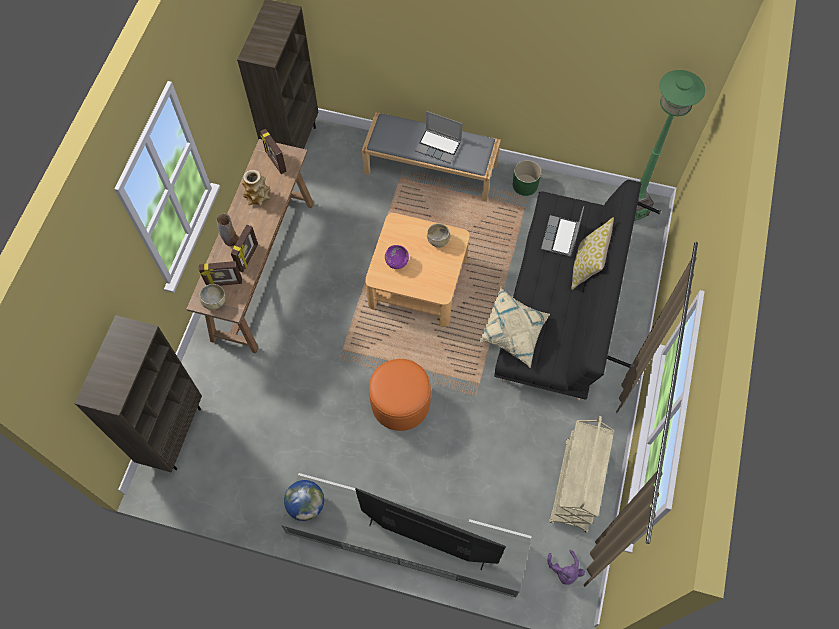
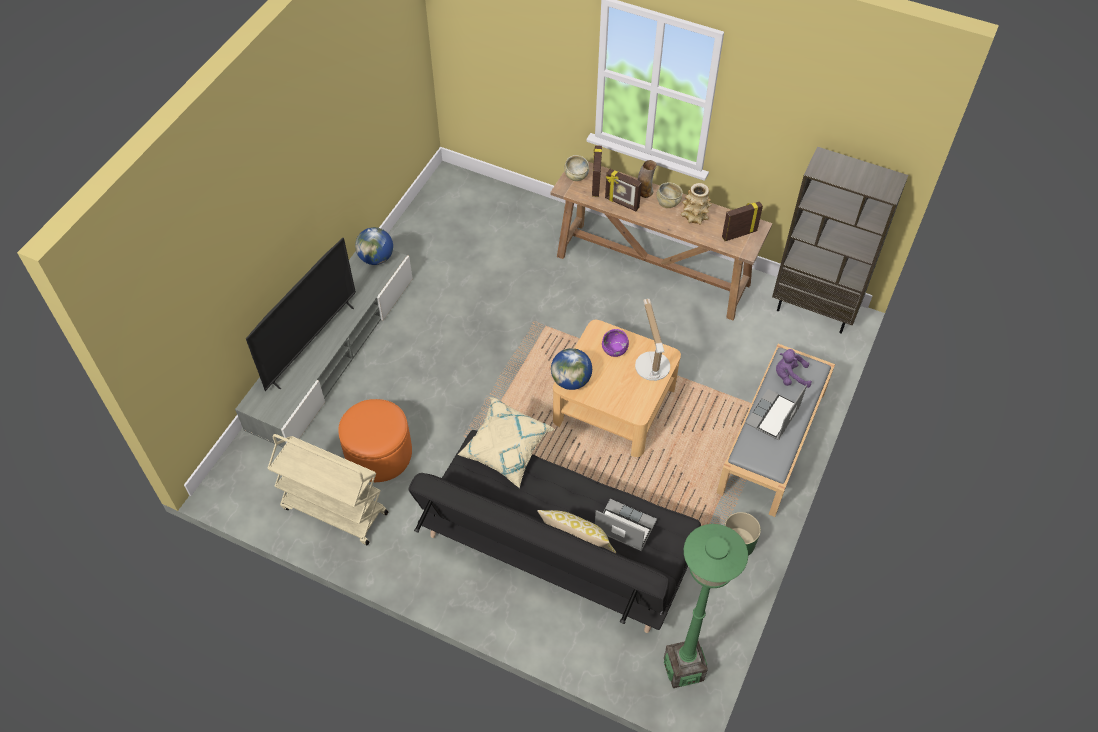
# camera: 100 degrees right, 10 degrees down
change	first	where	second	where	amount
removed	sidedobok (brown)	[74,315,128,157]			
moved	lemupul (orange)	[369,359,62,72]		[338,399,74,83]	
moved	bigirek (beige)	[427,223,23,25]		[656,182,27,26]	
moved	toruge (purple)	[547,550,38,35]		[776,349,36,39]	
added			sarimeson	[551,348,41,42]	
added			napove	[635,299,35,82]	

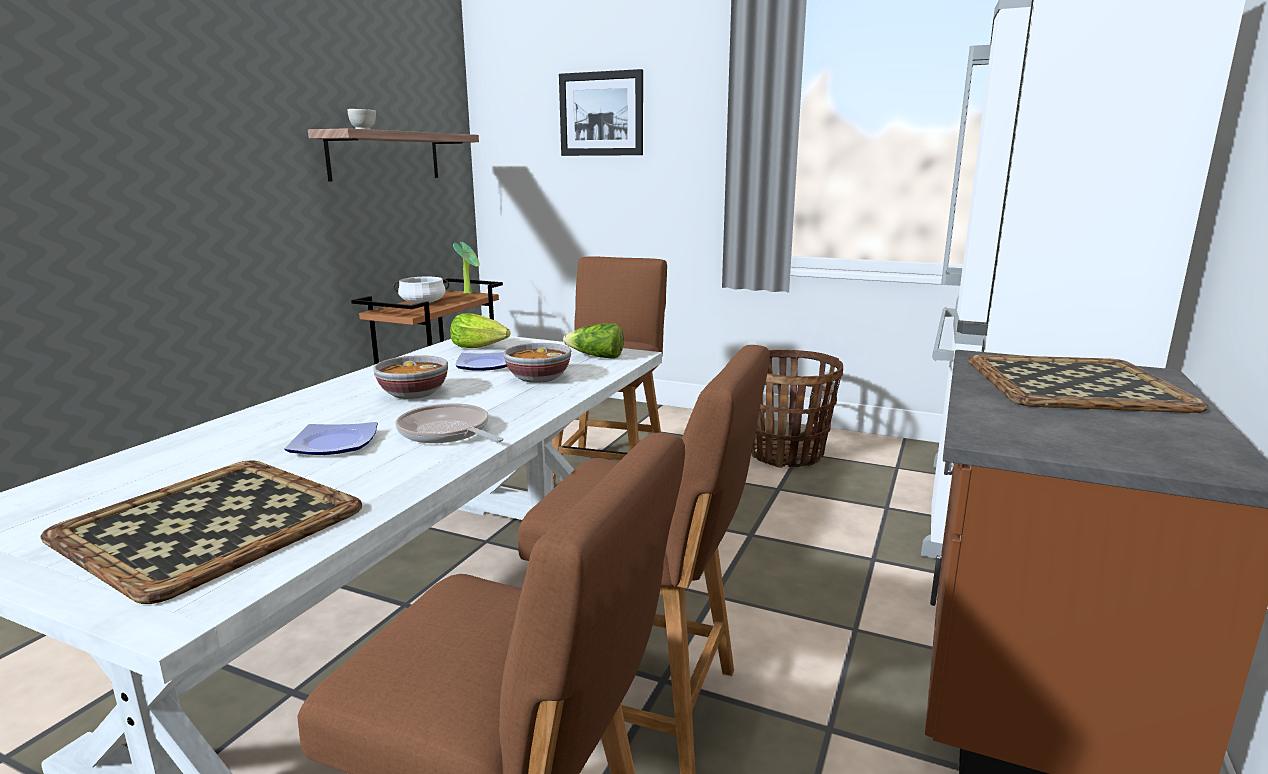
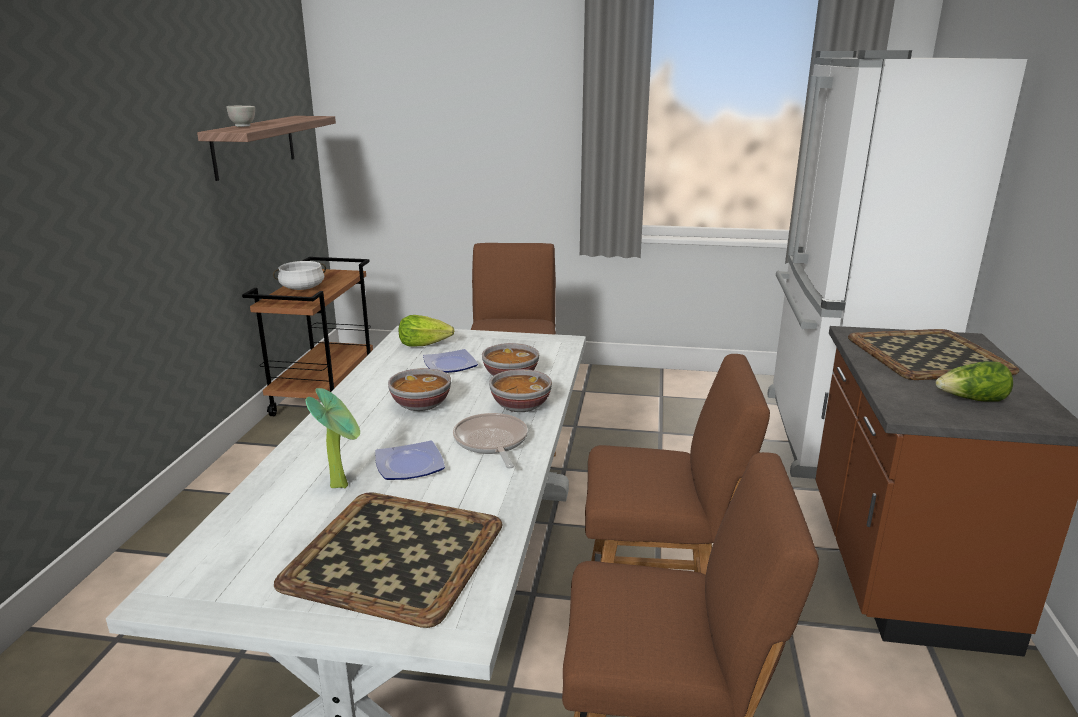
# camera: 15 degrees left, 5 degrees up
change	first	where	second	where	amount
turned	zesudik	[395,403,109,40]		[453,413,75,55]	45 degrees clockwise
moved	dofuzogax	[453,242,27,52]		[305,388,55,101]	
removed	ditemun	[559,69,84,87]			
moved	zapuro	[563,323,61,36]		[935,361,78,40]	
removed	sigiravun	[751,349,92,119]			
added			bigirek	[489,369,63,43]	

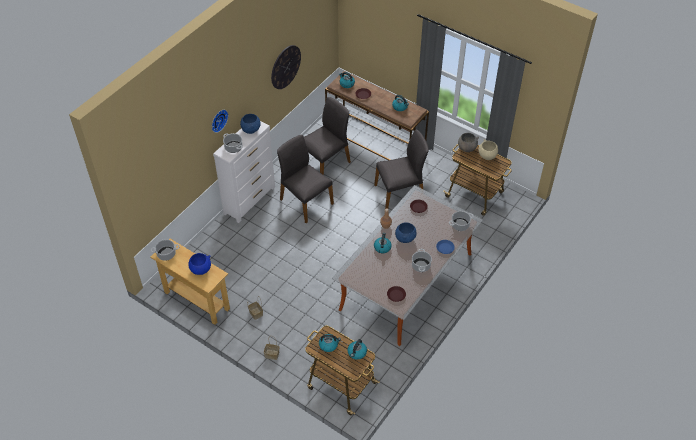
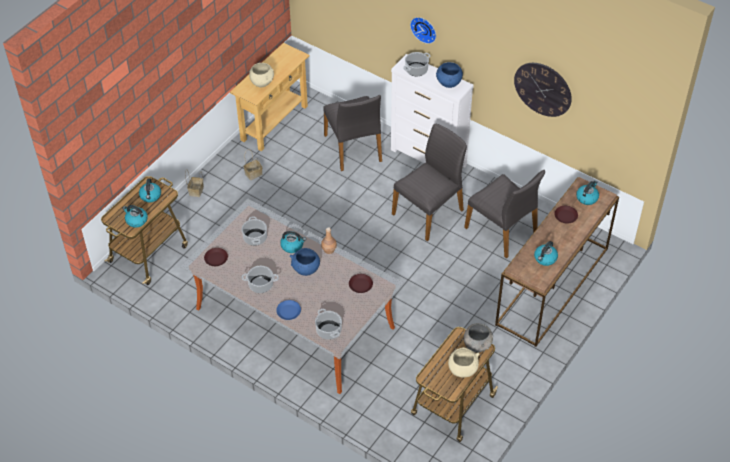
# camera: 90 degrees right, 0 degrees up
change	first	where	second	where	amount
moved	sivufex	[151,239,28,22]		[242,216,25,30]	
recoloured	bigirek (blue)	[188,253,23,22]	bigirek (beige)	[249,63,25,24]	
moved	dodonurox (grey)	[374,130,55,79]		[323,95,59,76]	

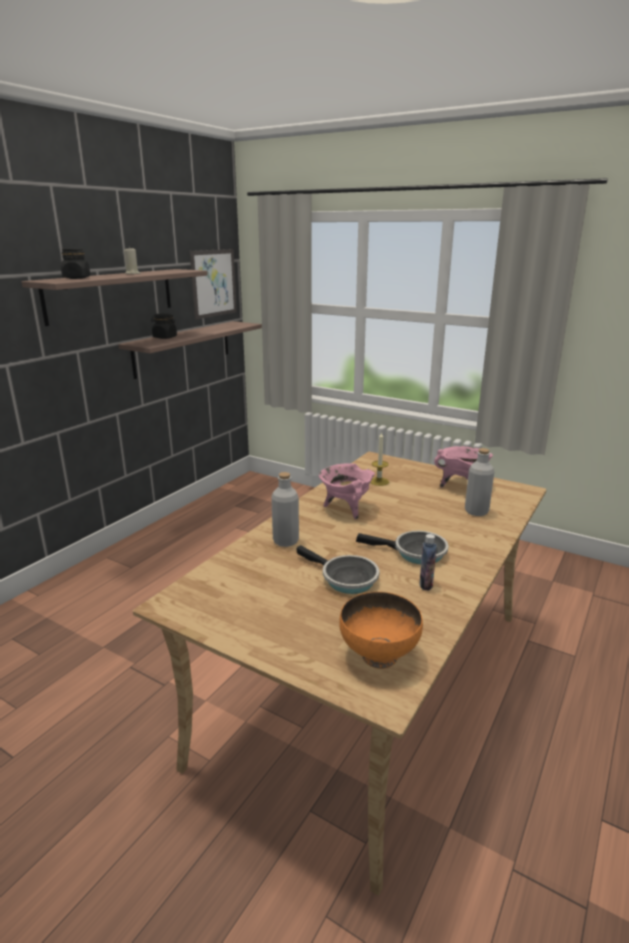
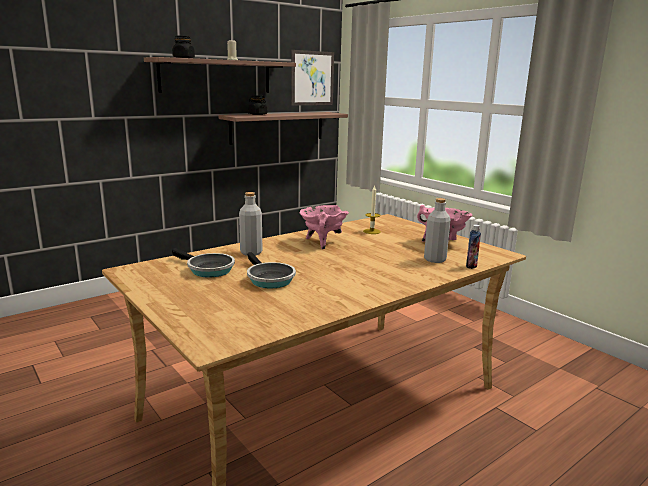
# camera: 20 degrees right, 5 degrees down
change	first	where	second	where	amount
removed	bigirek (orange)	[340,592,83,77]			
moved	zesudik	[356,531,93,33]		[172,248,63,30]	
moved	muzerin	[419,534,18,56]		[466,224,15,45]	

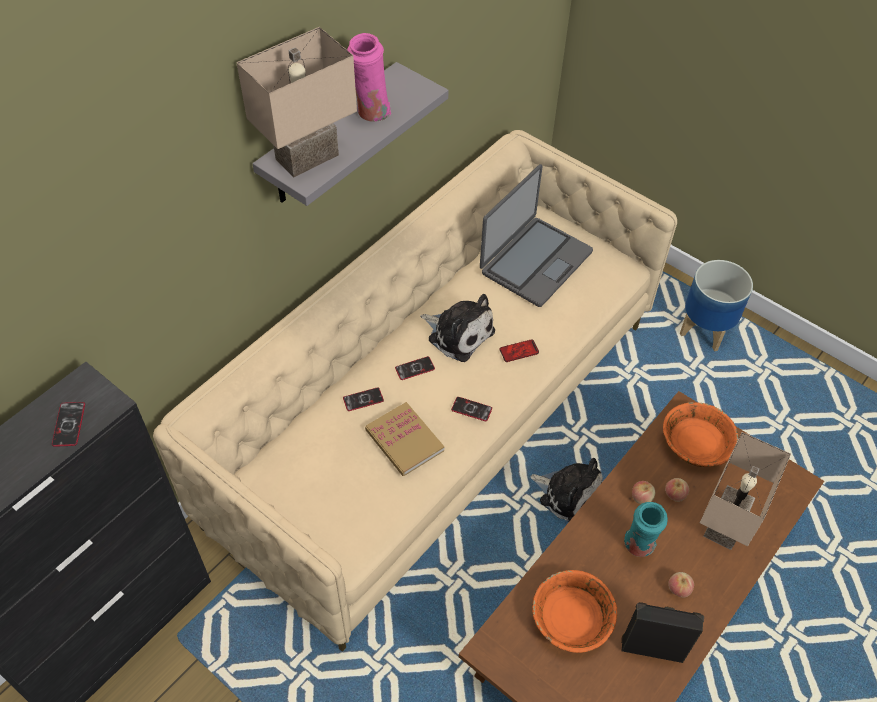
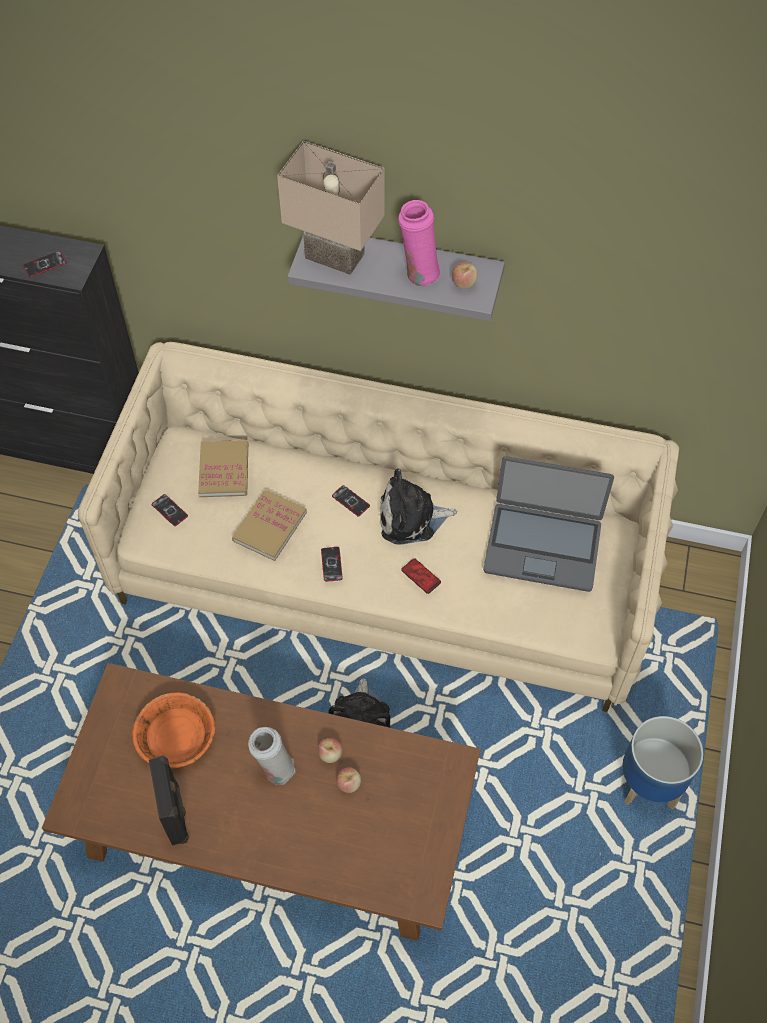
# camera: 65 degrees right, 5 degrees up
change	first	where	second	where	amount
moved	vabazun	[343,387,41,24]		[152,494,36,32]	
turned	toruge	[420,294,75,68]		[380,468,77,77]	75 degrees clockwise
recoloured	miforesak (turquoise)	[624,502,44,55]	miforesak (white)	[248,727,48,57]	
removed	bigirek (orange)	[663,402,76,65]			
moved	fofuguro	[668,572,26,26]		[452,262,26,27]	
removed	napove (beige)	[700,432,91,118]			
added			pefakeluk	[198,440,50,57]	

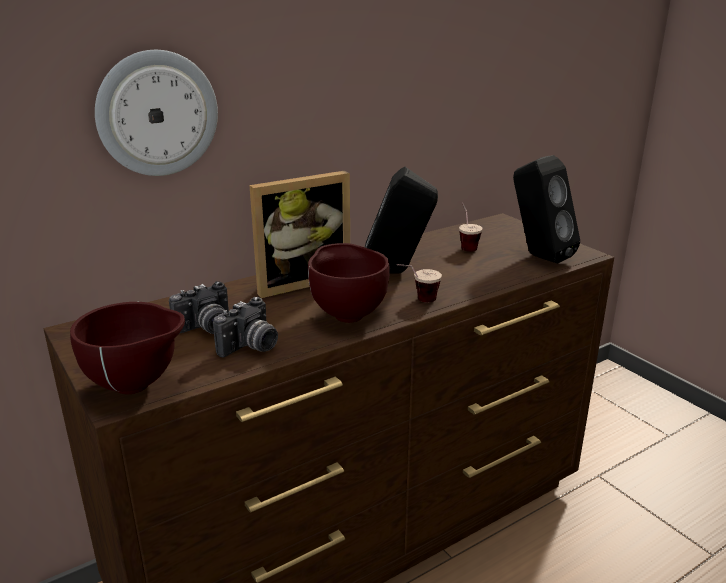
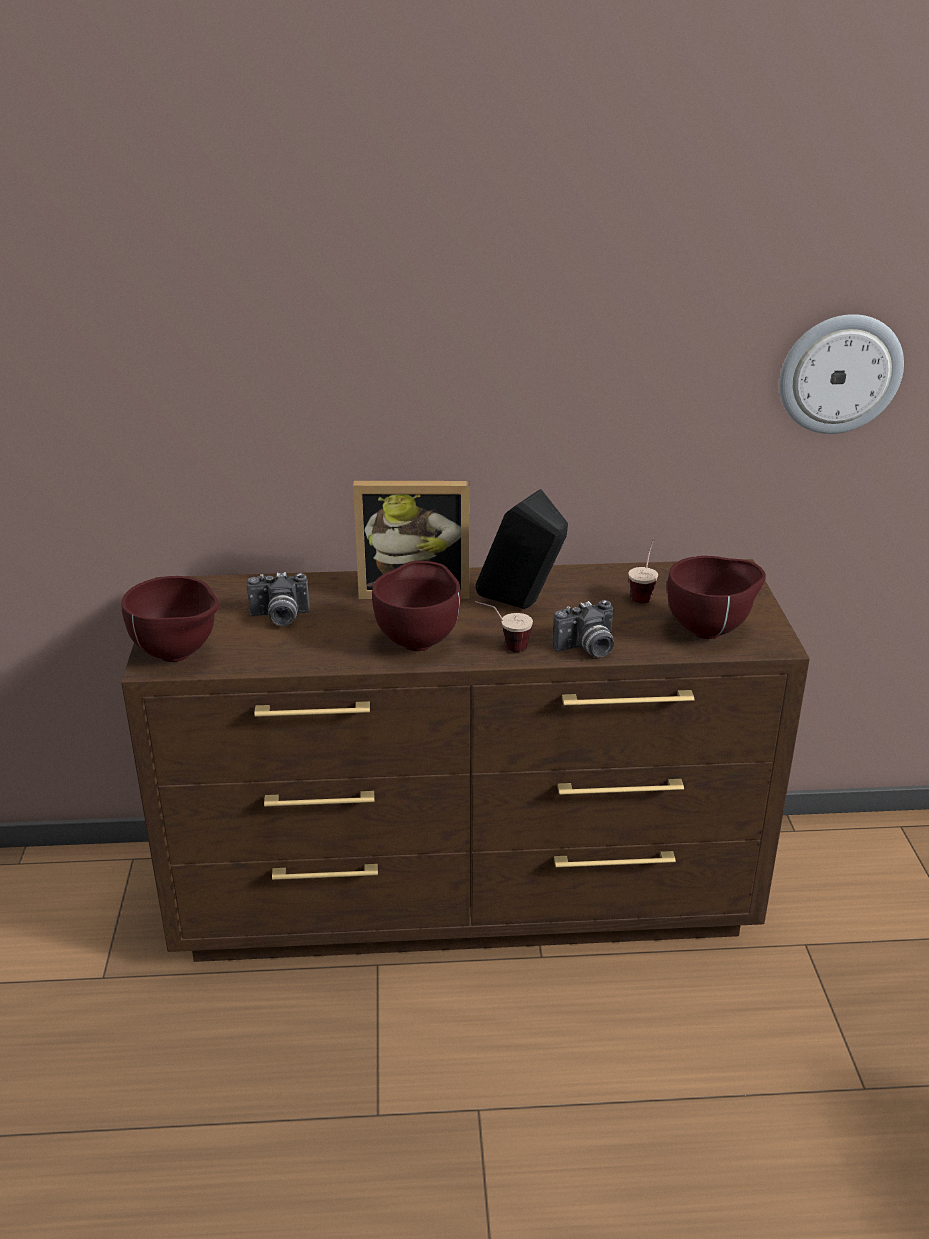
# camera: 30 degrees right, 5 degrees up
change	first	where	second	where	amount
moved	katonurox	[95,50,123,126]		[779,314,125,120]	
moved	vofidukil	[213,297,65,60]		[552,600,62,57]	
replaced	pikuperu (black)	[513,155,67,109]	bigirek (brown)	[667,556,99,83]	

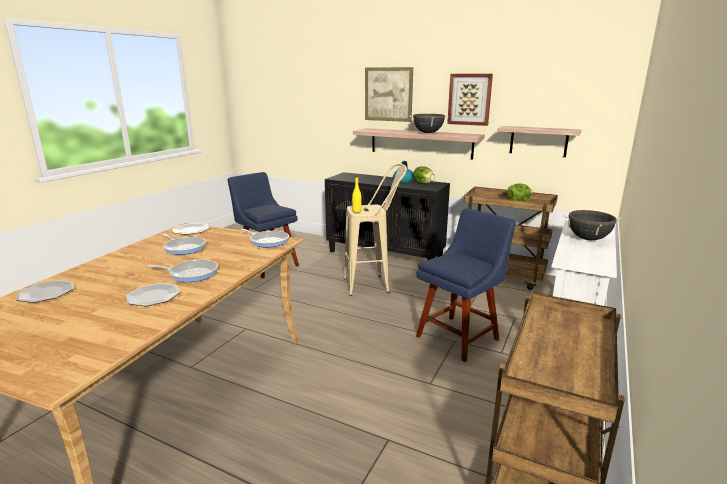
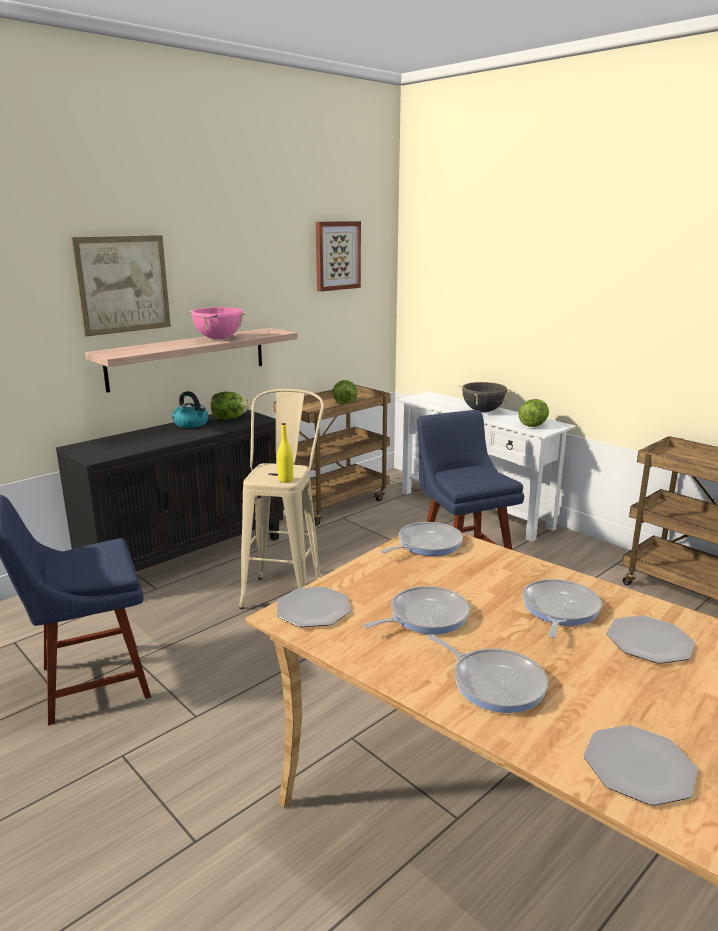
# camera: 70 degrees left, 0 degrees up
change	first	where	second	where	amount
recoloured	sivufex (black)	[409,114,38,19]	sivufex (pink)	[189,307,57,33]	
moved	ditemun	[447,74,46,52]		[316,221,45,71]	
removed	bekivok	[497,126,84,31]			
added			zesudik	[427,634,121,79]	
added			zapuro	[518,399,31,28]	

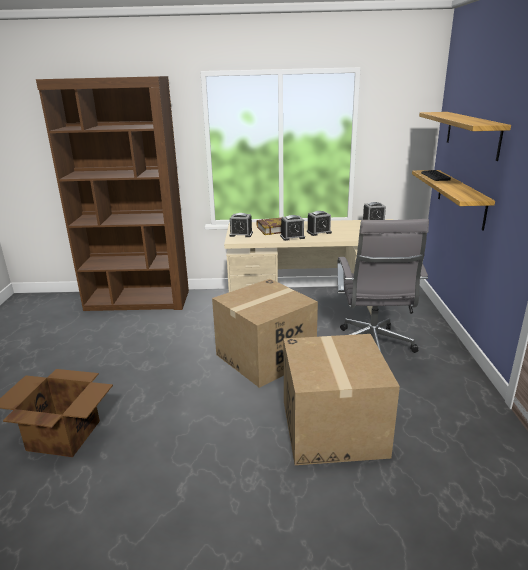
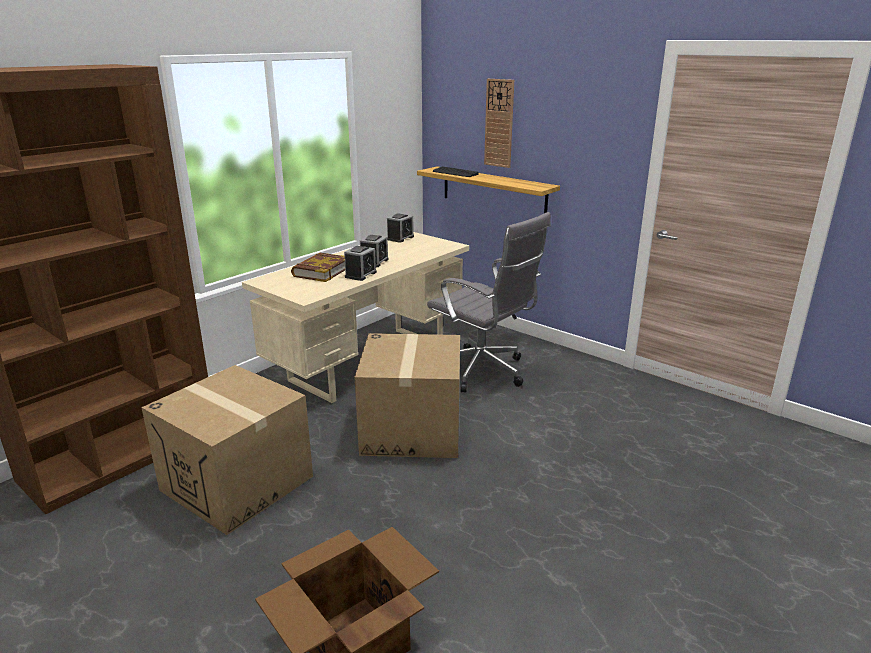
# camera: 50 degrees left, 0 degrees up
change	first	where	second	where	amount
removed	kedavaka	[229,213,24,24]			
moved	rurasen	[284,334,116,131]		[141,365,172,170]	
replaced	bekivok	[419,112,92,49]	katonurox	[484,79,30,89]	

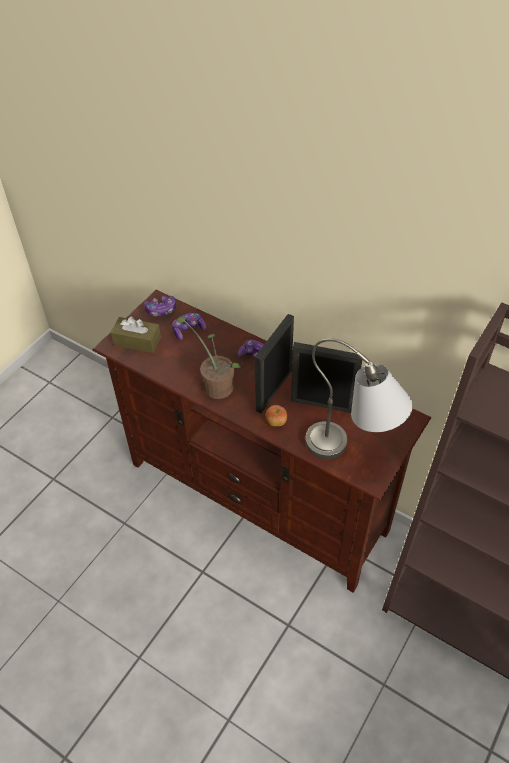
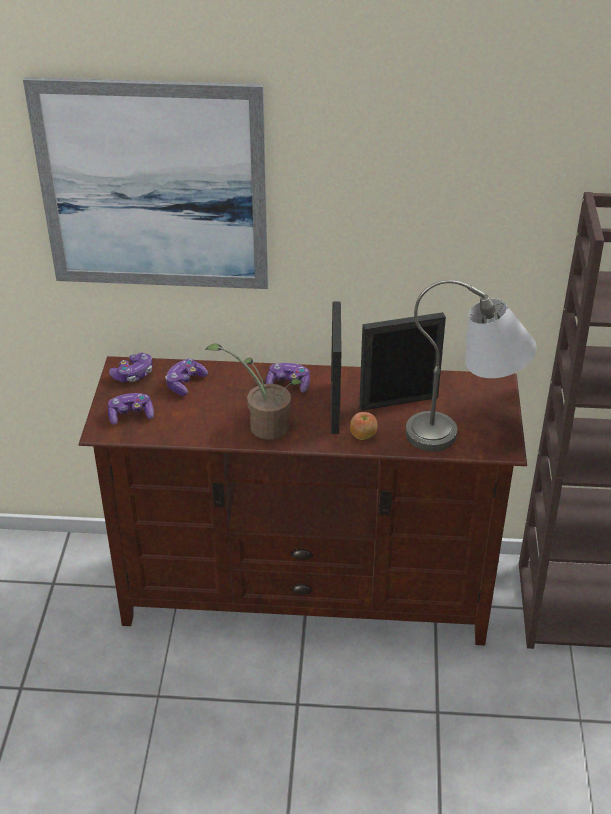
# camera: 30 degrees left, 10 degrees down
change	first	where	second	where	amount
replaced	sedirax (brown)	[111,316,50,37]	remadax	[108,393,46,32]	
added			ditemun	[23,77,245,212]	

